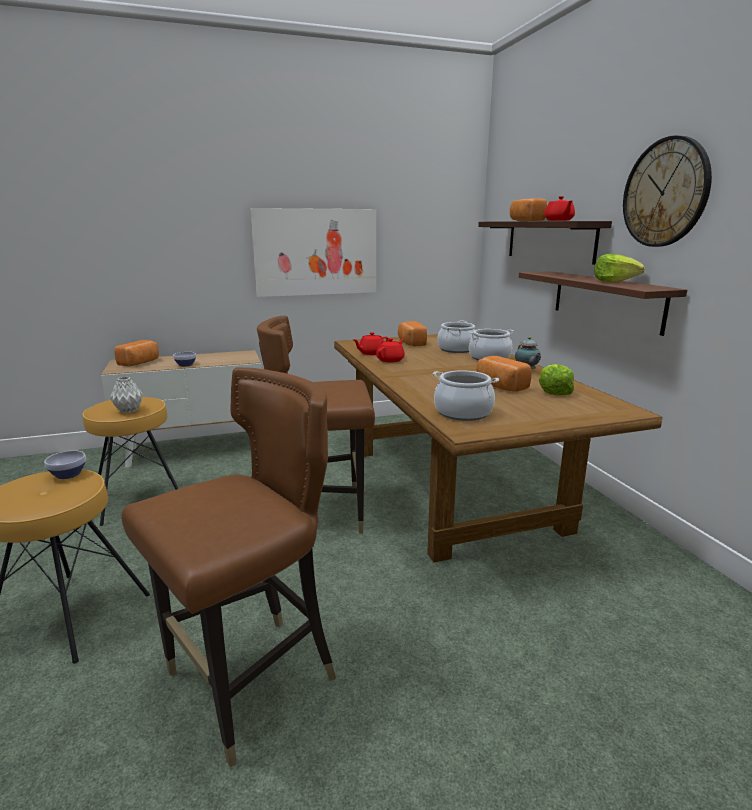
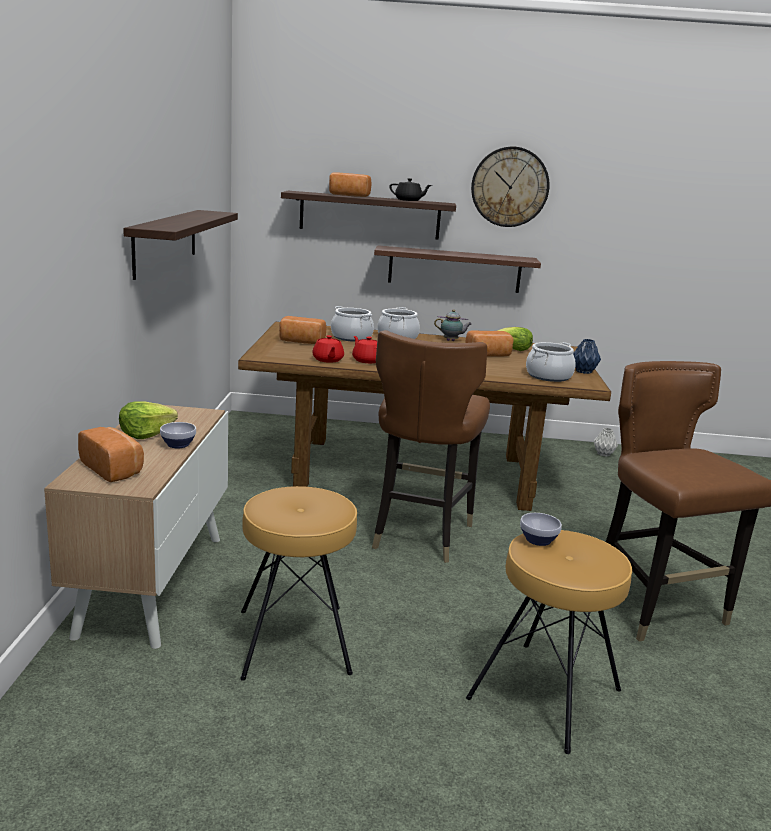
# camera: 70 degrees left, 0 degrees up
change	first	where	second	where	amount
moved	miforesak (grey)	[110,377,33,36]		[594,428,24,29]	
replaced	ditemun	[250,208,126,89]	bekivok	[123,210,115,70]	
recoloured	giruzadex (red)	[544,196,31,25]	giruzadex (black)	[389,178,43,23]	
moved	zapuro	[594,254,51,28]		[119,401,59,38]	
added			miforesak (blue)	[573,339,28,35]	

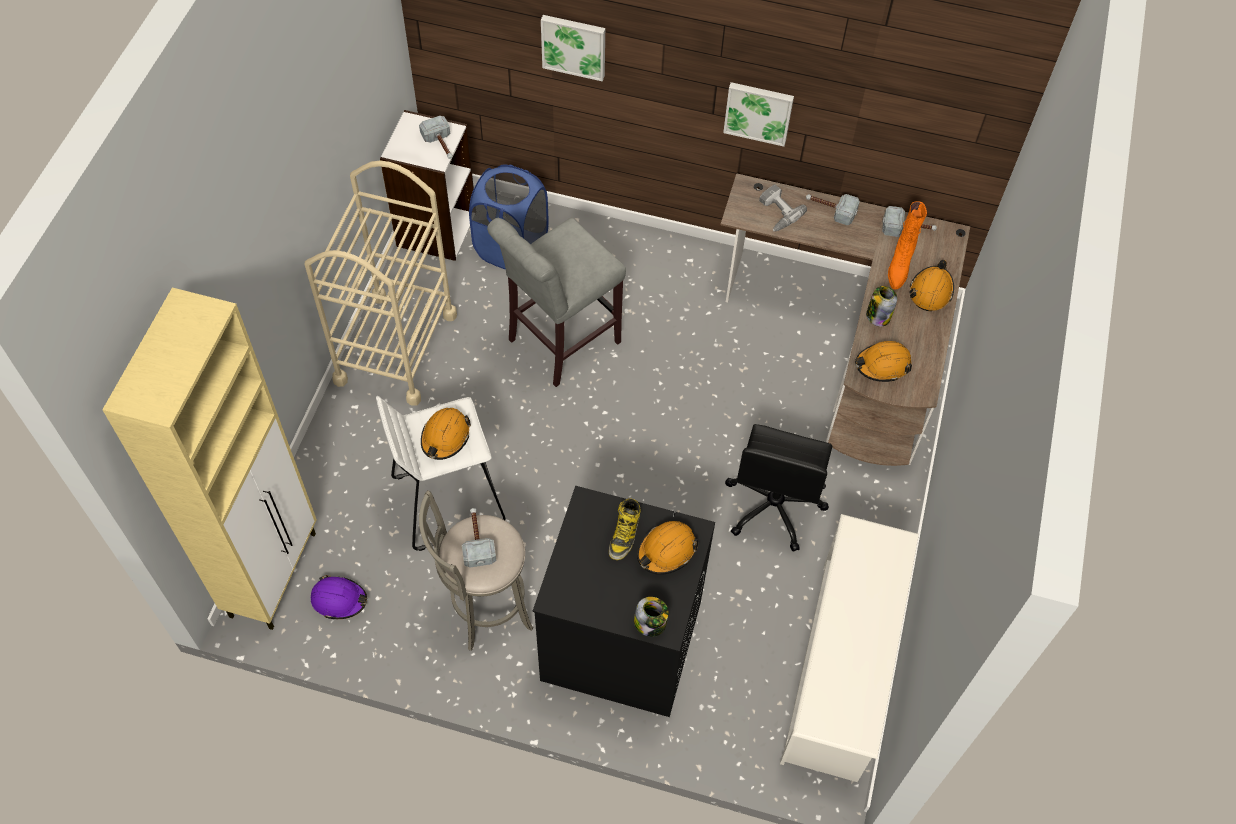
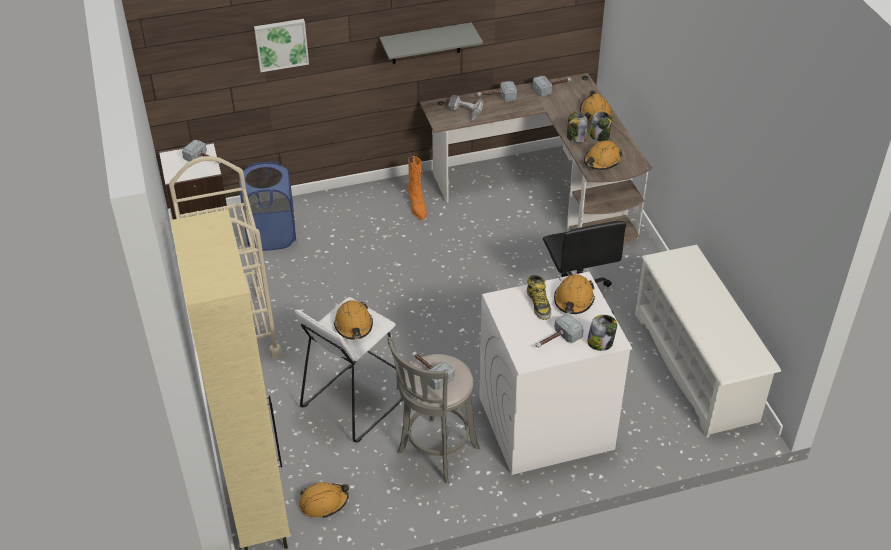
# camera: 30 degrees left, 15 degrees down
change	first	where	second	where	amount
recoloured	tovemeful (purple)	[311,575,56,44]	tovemeful (orange)	[299,482,50,36]	
removed	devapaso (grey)	[487,217,139,170]			
recoloured	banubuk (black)	[533,486,182,231]	banubuk (white)	[480,272,152,203]	
replaced	ditemun	[723,82,71,65]	bekivok (grey)	[380,22,103,42]	
moved	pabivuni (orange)	[888,201,39,88]		[408,156,19,64]	
added			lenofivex	[535,314,49,34]	
added			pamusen	[590,111,22,30]	

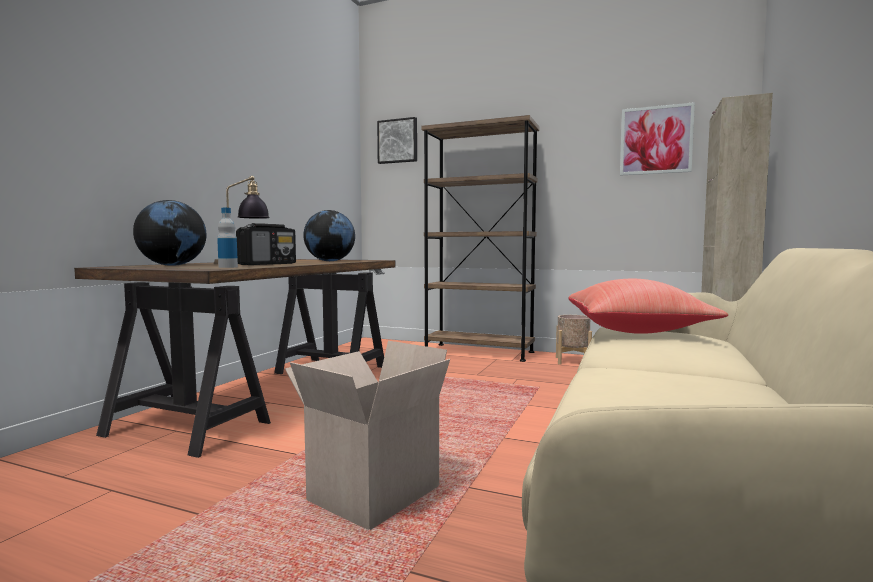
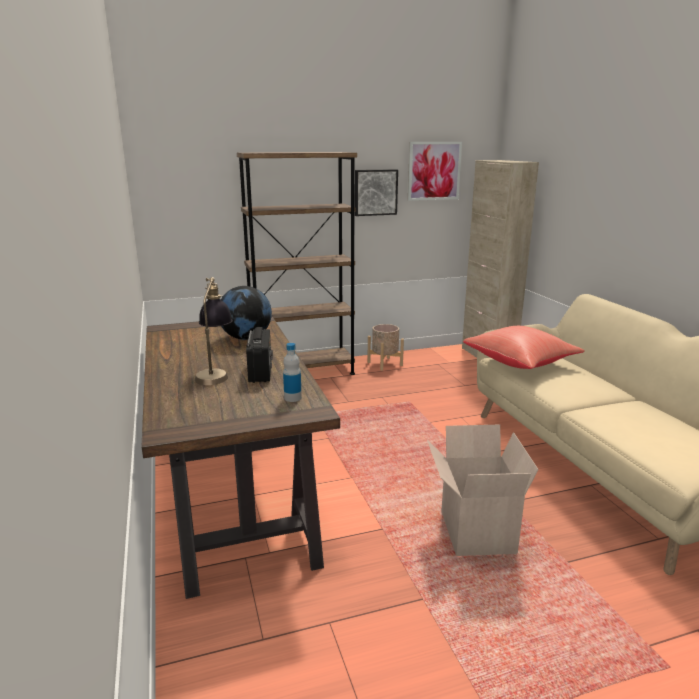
# camera: 40 degrees left, 15 degrees up
change	first	where	second	where	amount
removed	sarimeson	[133,200,73,66]			
moved	ditemun	[377,117,40,47]		[355,169,43,47]	

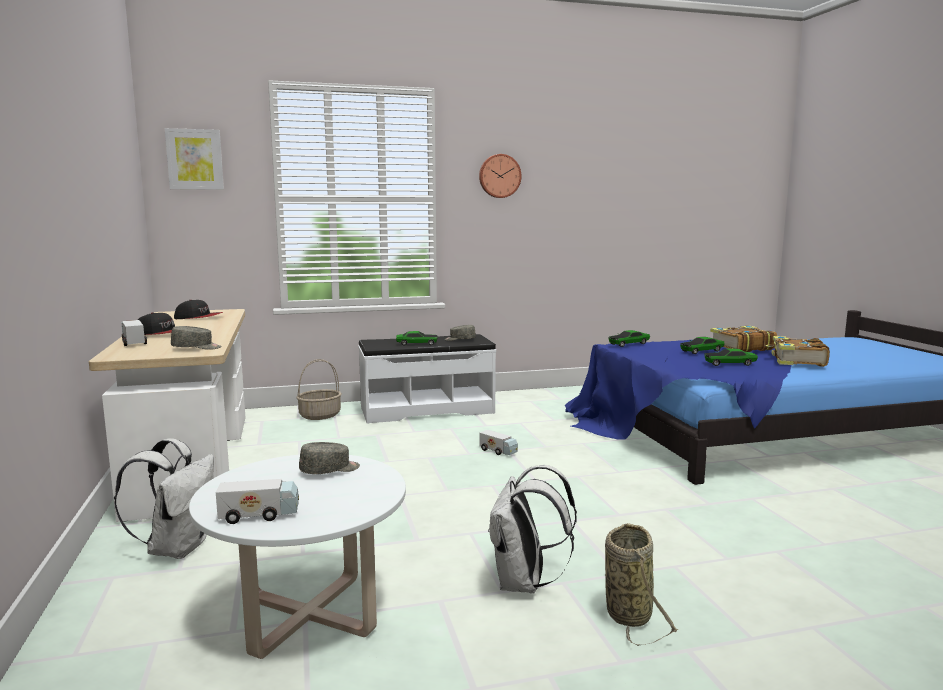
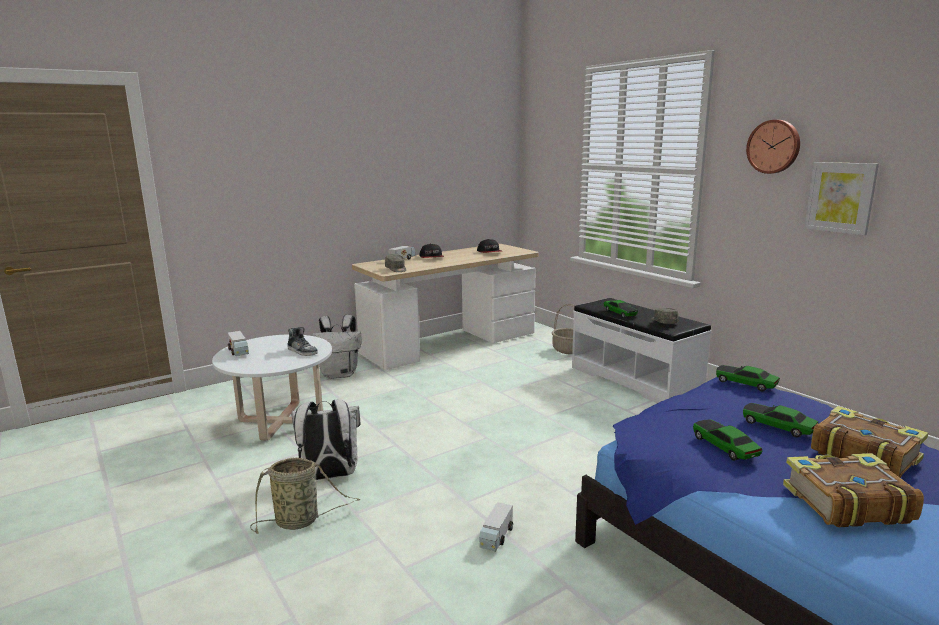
# camera: 70 degrees right, 5 degrees up
change	first	where	second	where	amount
moved	ditemun	[165,128,59,62]		[804,162,75,73]	
replaced	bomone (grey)	[299,442,61,32]	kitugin	[287,327,31,29]	
moved	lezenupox	[479,430,39,25]		[479,502,34,49]	

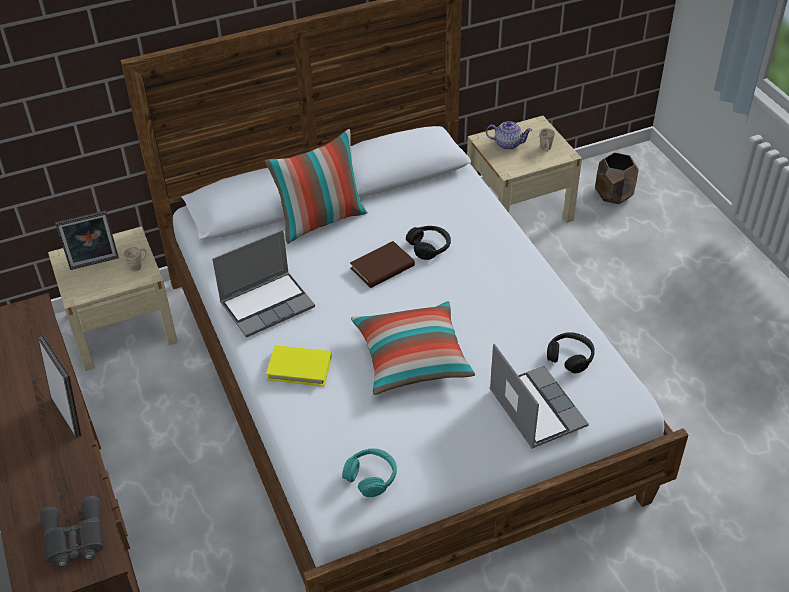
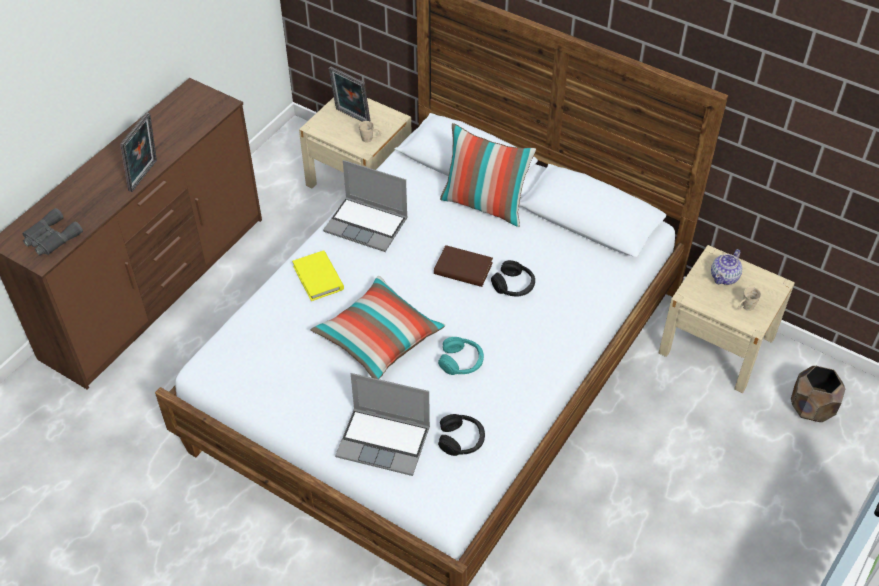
# camera: 55 degrees right, 5 degrees up
change	first	where	second	where	amount
moved	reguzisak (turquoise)	[342,449,55,48]		[438,337,46,38]	
turned	giruzadex	[486,121,46,29]		[711,249,31,36]	60 degrees clockwise
turned	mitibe	[489,344,100,104]		[335,373,95,103]	75 degrees clockwise

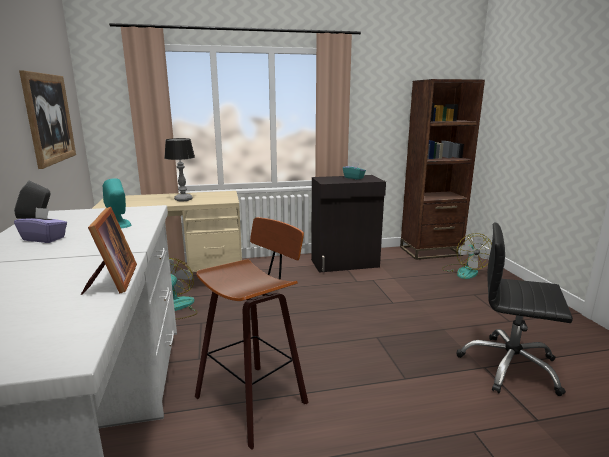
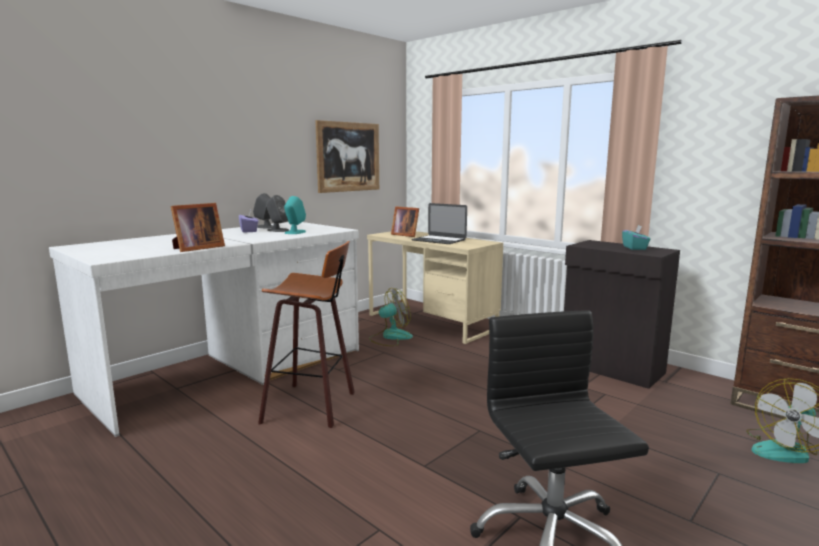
# camera: 55 degrees right, 5 degrees down
change	first	where	second	where	amount
replaced	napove	[164,138,31,64]	mitibe	[411,203,56,41]	
added			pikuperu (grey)	[266,195,23,37]	
added			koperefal	[391,206,28,31]	

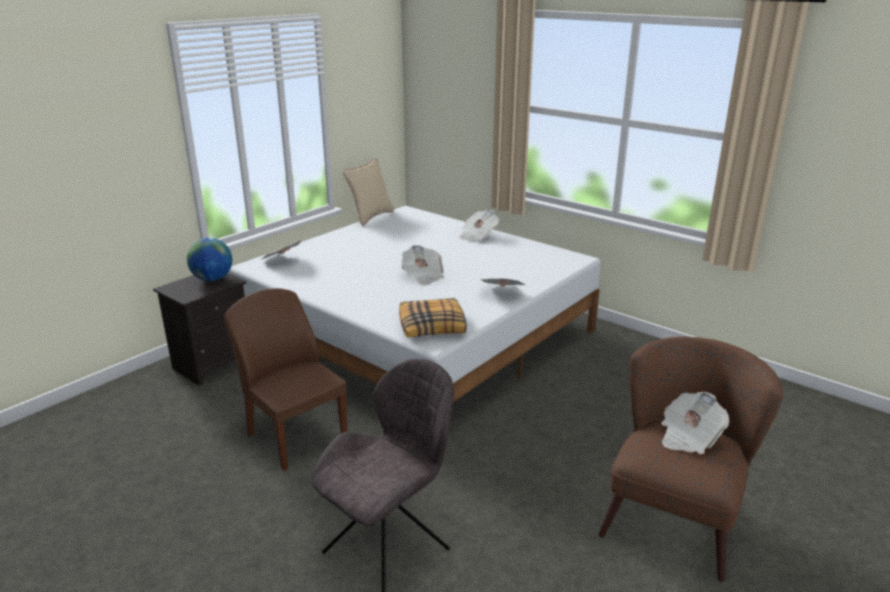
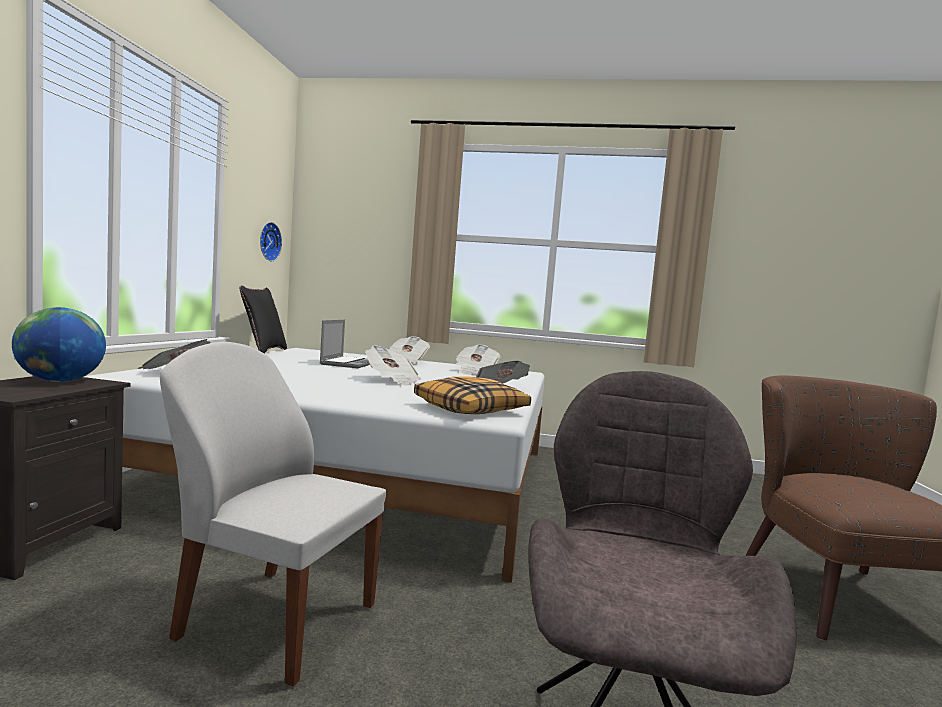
# camera: 30 degrees left, 20 degrees down
change	first	where	second	where	amount
recoloured	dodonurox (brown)	[224,288,124,183]	dodonurox (white)	[160,342,226,345]	
recoloured	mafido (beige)	[343,159,51,67]	mafido (black)	[239,285,48,69]	
moved	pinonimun	[661,392,68,62]		[455,345,46,30]	
added			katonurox	[260,222,22,39]	
added			mitibe	[319,320,51,48]	

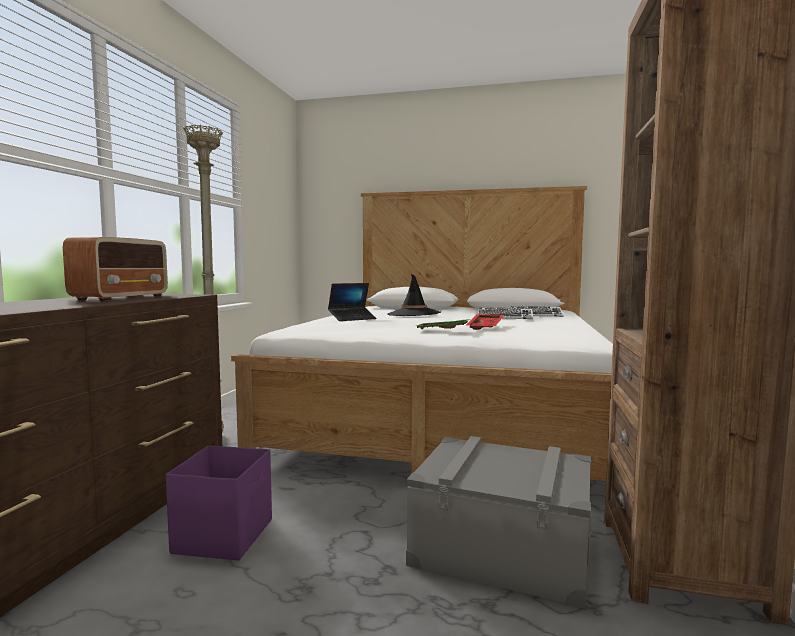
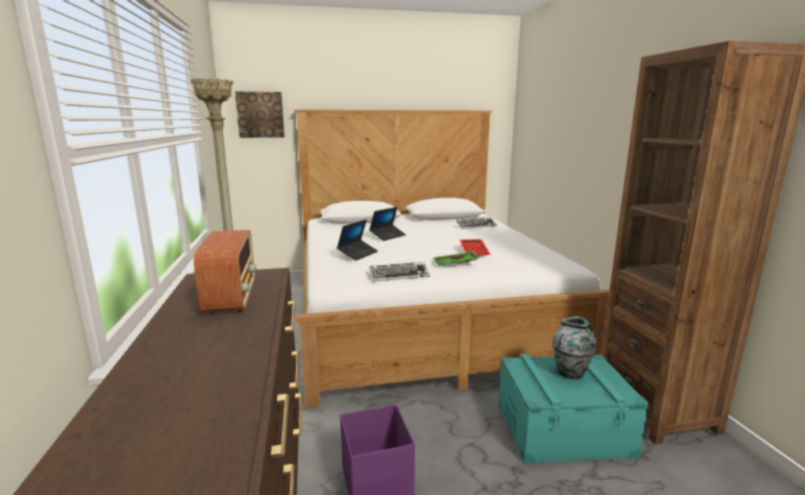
# camera: 25 degrees left, 10 degrees up
change	first	where	second	where	amount
replaced	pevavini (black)	[387,274,54,42]	mitibe	[369,207,37,34]	
recoloured	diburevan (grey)	[406,436,186,173]	diburevan (turquoise)	[499,354,151,110]	
moved	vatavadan	[478,307,55,12]		[369,262,61,20]	
added			ditemun	[235,92,49,46]	
added			miforesak	[552,316,44,64]	

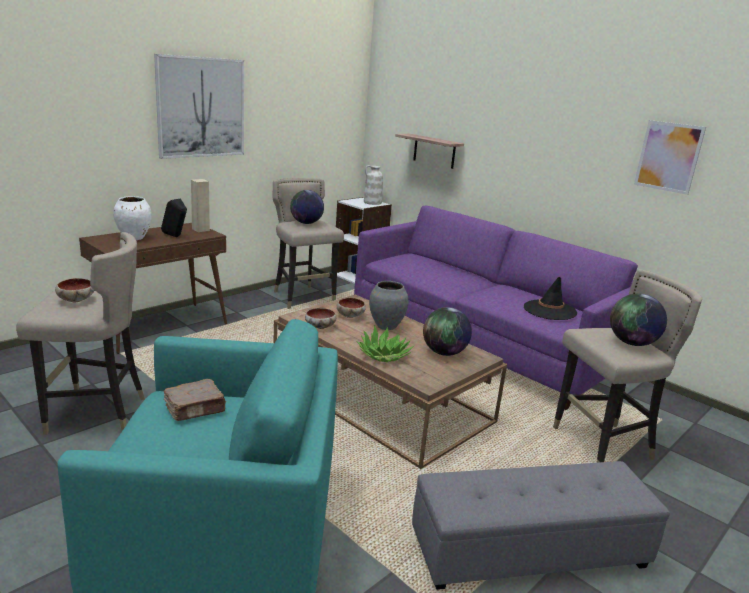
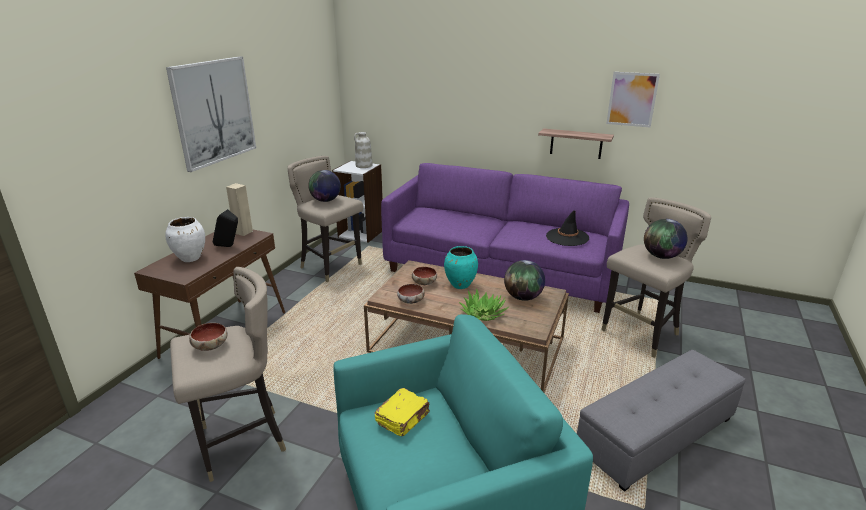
# camera: 20 degrees left, 5 degrees up
change	first	where	second	where	amount
recoloured	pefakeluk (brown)	[164,379,62,42]	pefakeluk (yellow)	[375,388,55,48]	
recoloured	miforesak (grey)	[369,281,39,49]	miforesak (turquoise)	[444,246,34,43]	
moved	bekivok	[395,134,69,35]		[538,128,76,31]	

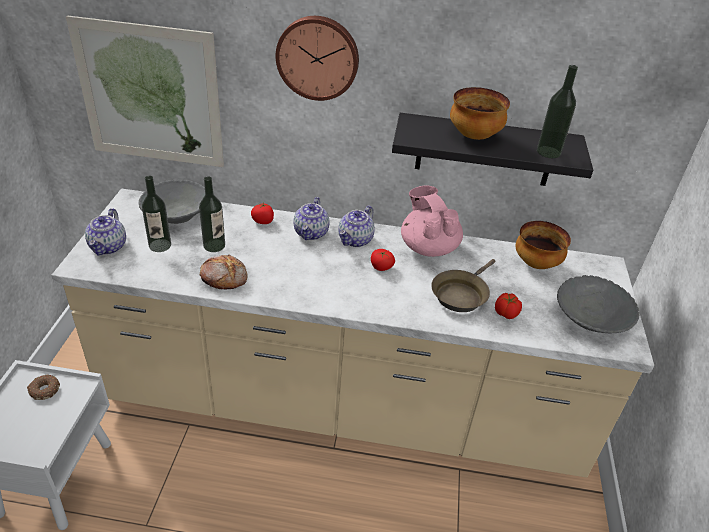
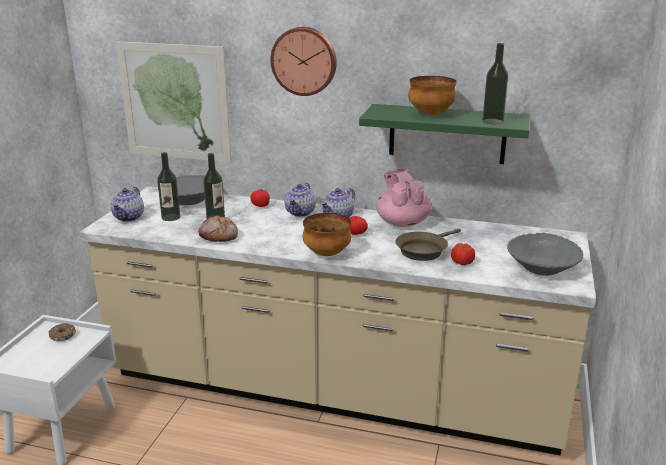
# camera: 10 degrees right, 15 degrees down
change	first	where	second	where	amount
recoloured	bekivok (black)	[392,113,201,73]	bekivok (green)	[359,104,171,60]	
moved	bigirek	[516,221,55,48]		[303,213,48,43]	

